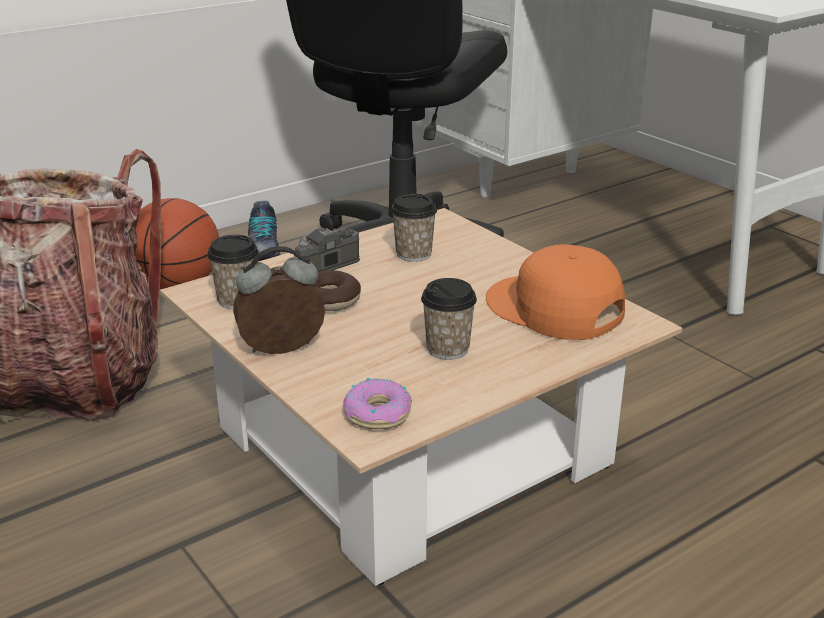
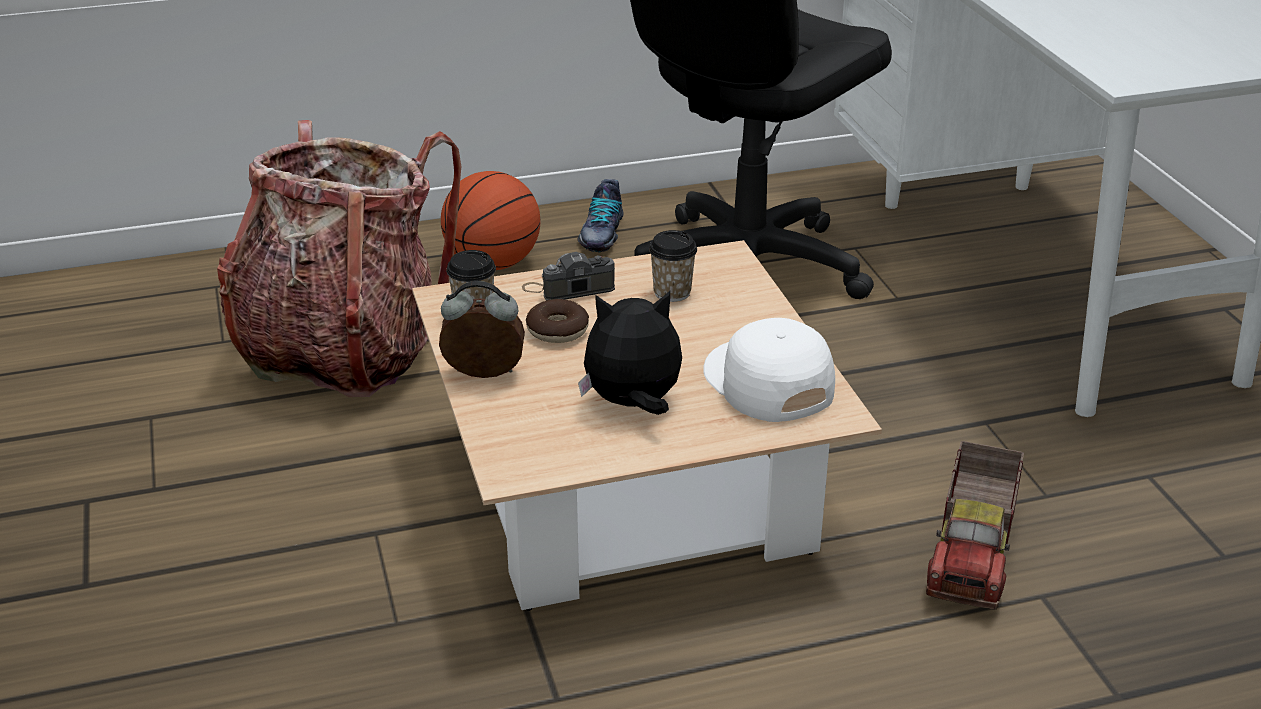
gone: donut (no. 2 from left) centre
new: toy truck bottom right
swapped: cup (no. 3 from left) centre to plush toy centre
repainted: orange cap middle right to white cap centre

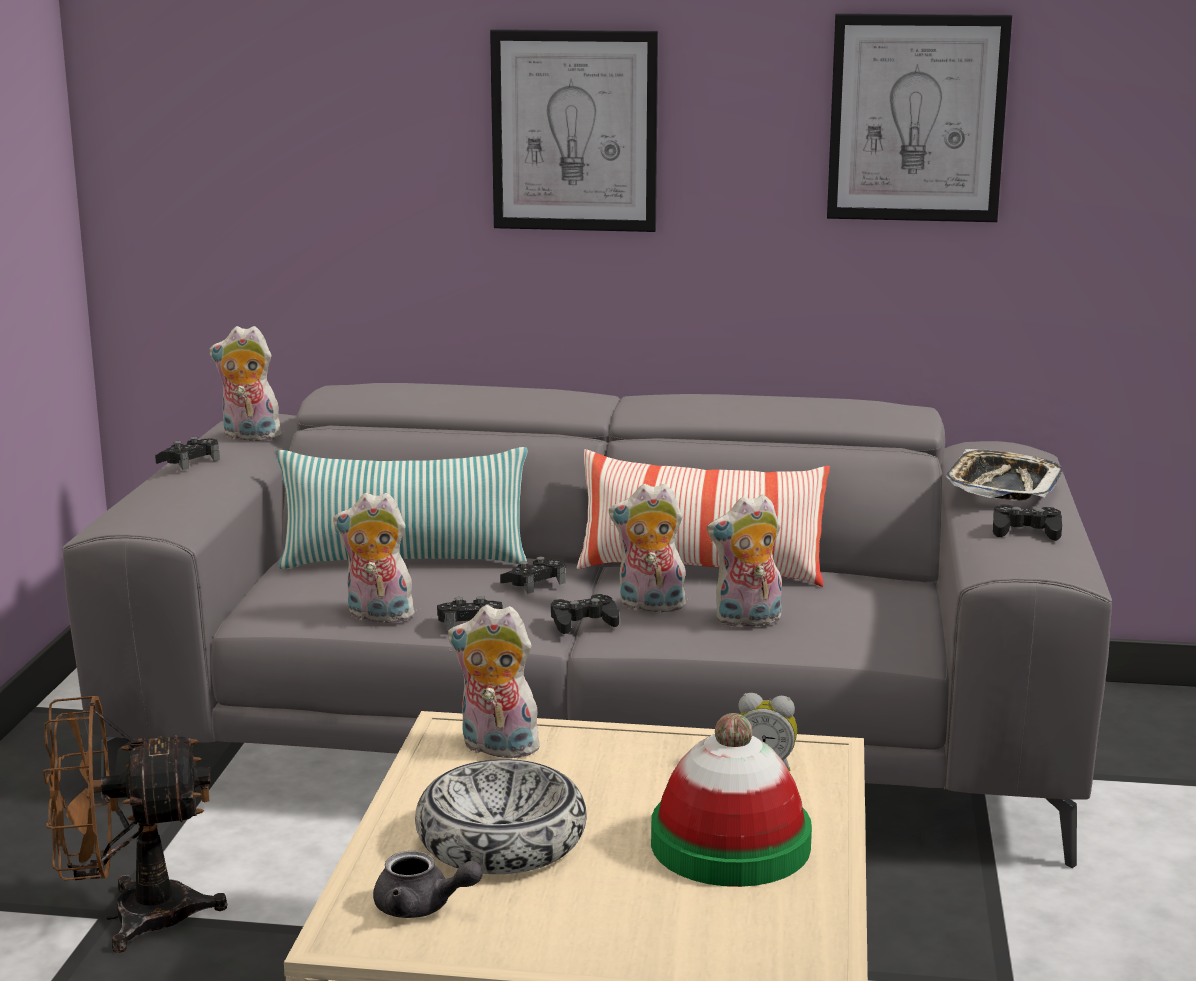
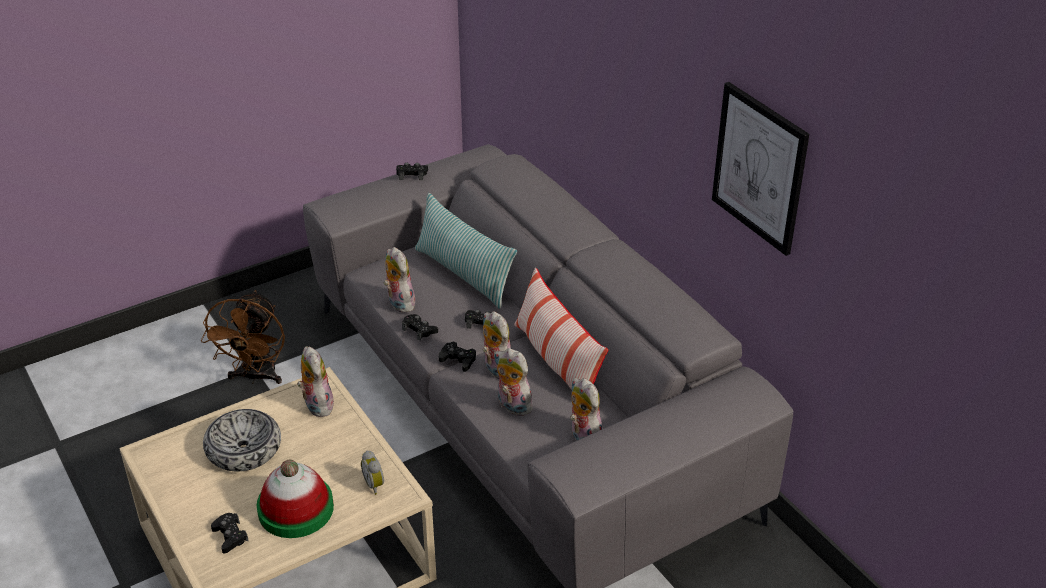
gone: picture (no. 1 from left) top centre; tray middle right; grey teapot bottom centre
shifted: plush toy (no. 1 from left in the first image) middle left to plush toy (no. 5 from left) bottom centre; black game controller (no. 5 from left in the first image) middle right to black game controller (no. 1 from left) bottom left
rotated: brown fan bottom left = middle left 120 degrees counterclockwise

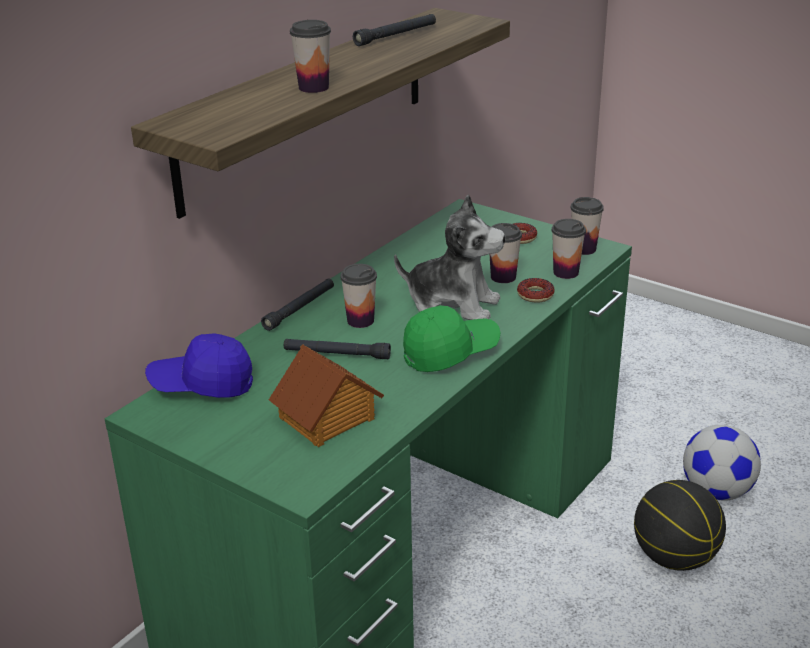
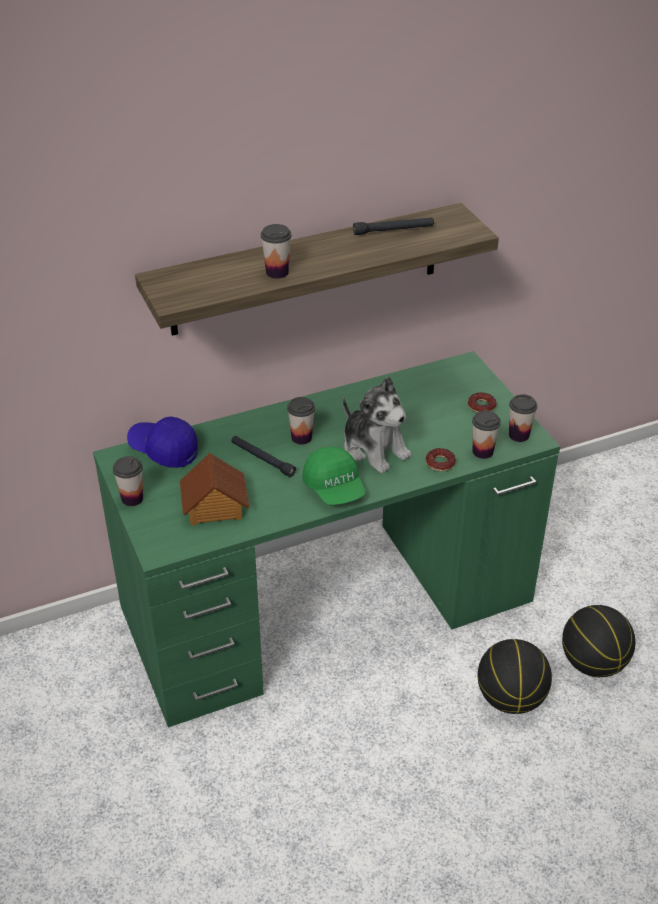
gone: black flashlight (no. 1 from left) centre
shifted: cup (no. 3 from left in the first image) centre to cup (no. 1 from left) middle left
swapped: football bottom right to basketball (no. 2 from left) bottom right
rotated: green cap centre = centre 60 degrees clockwise

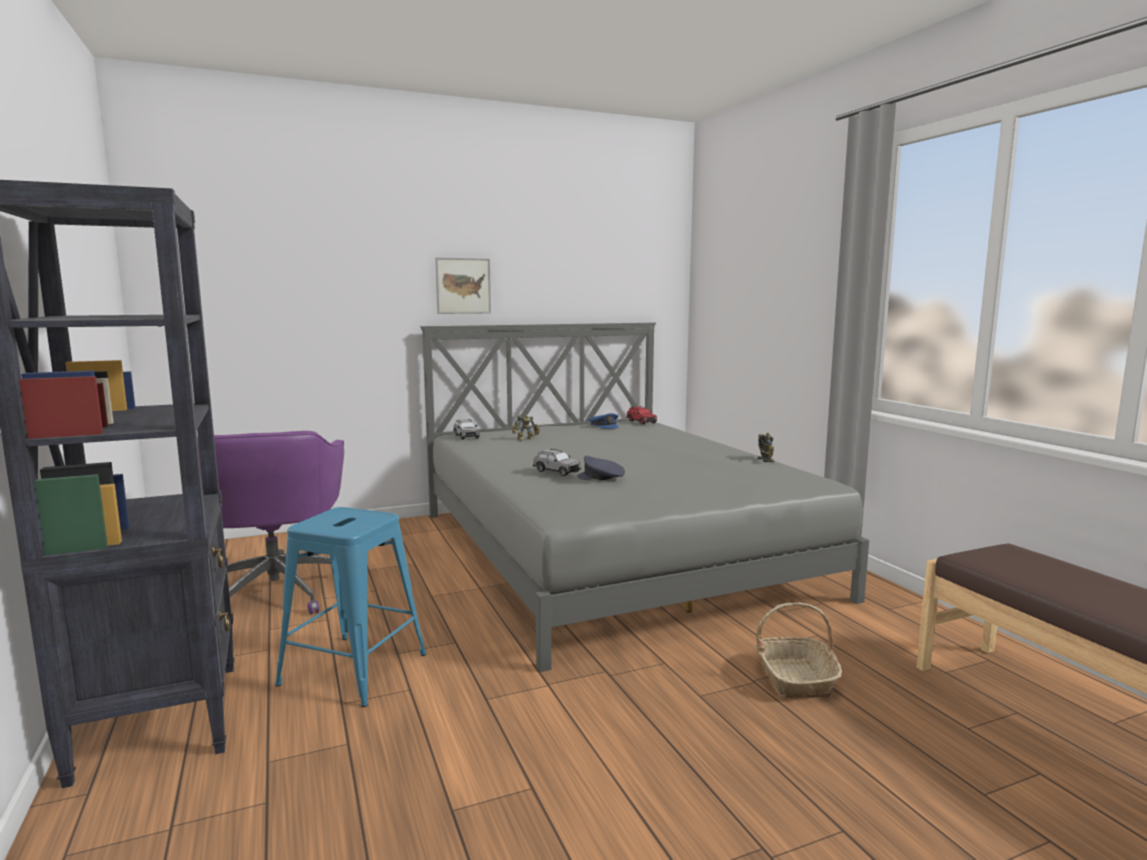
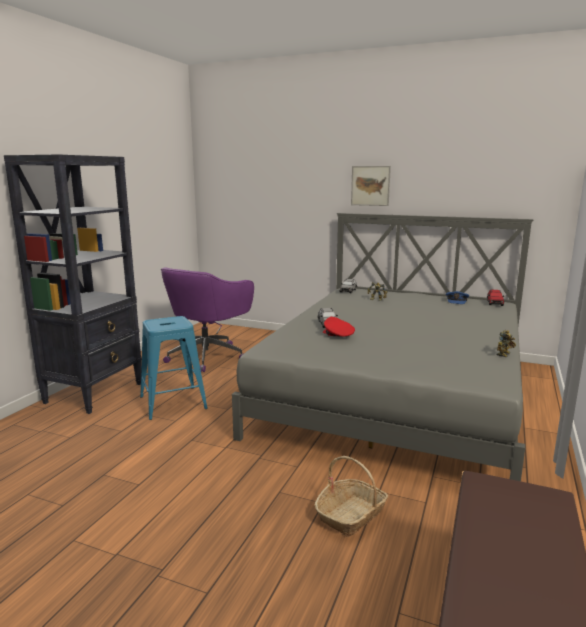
repainted: grey cap centre to red cap centre

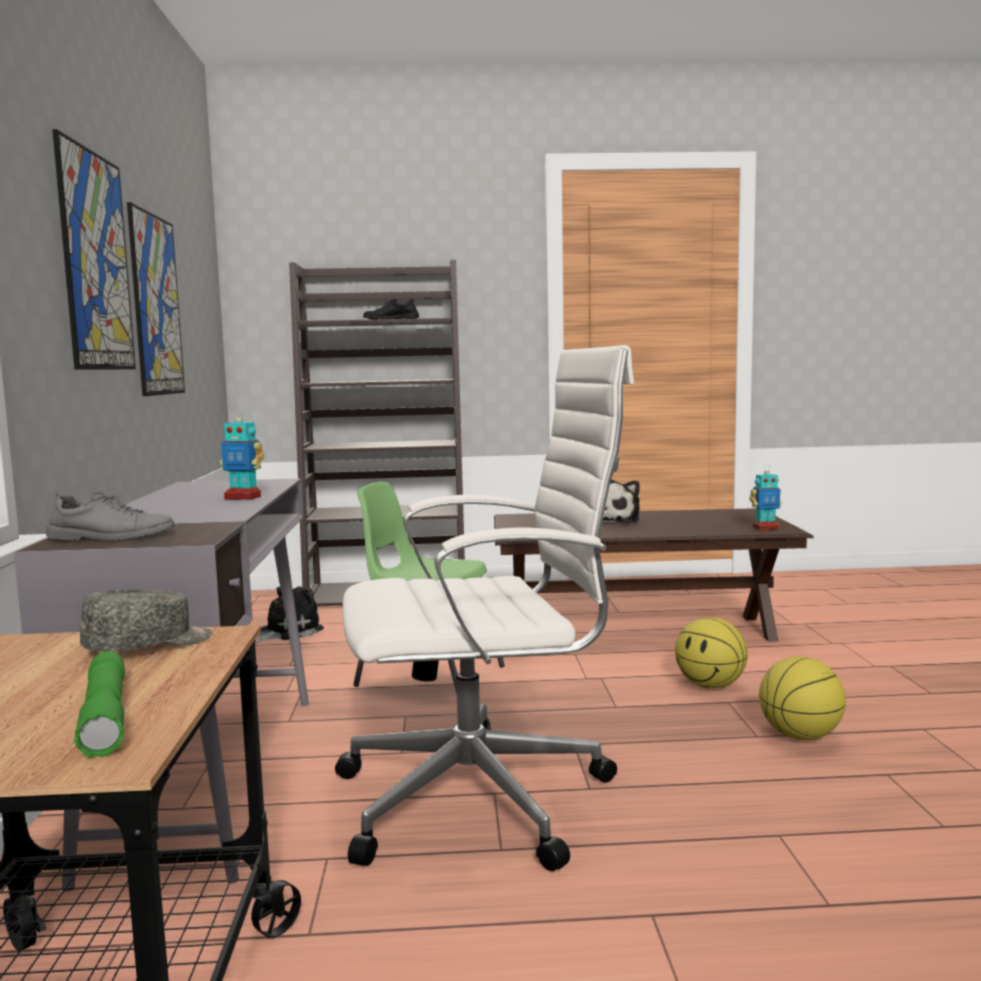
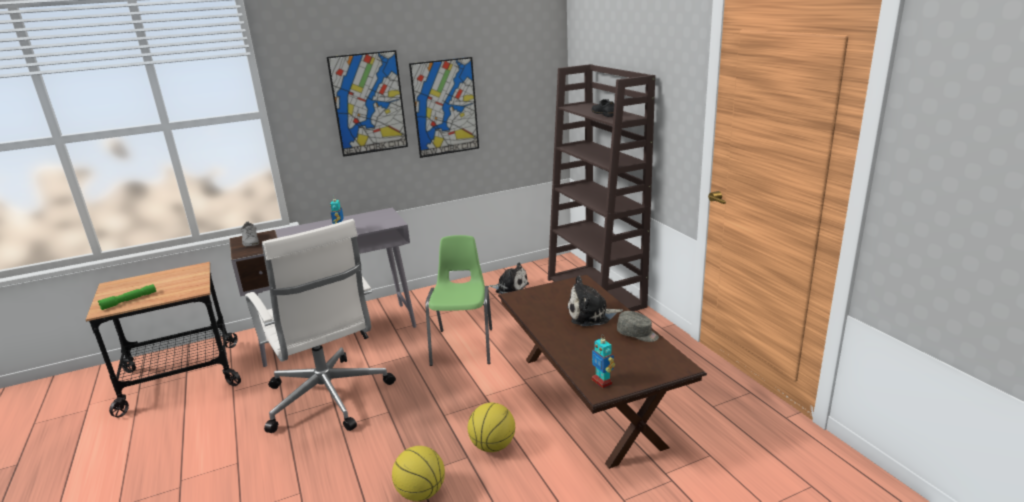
shifted: grey cap middle left to centre

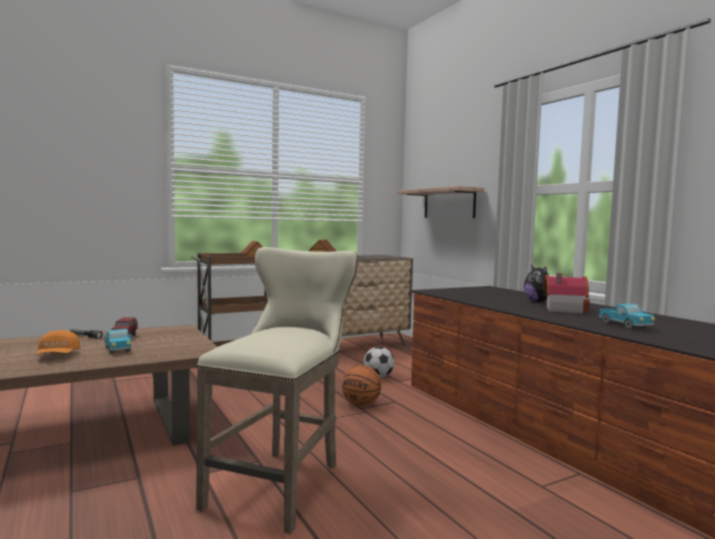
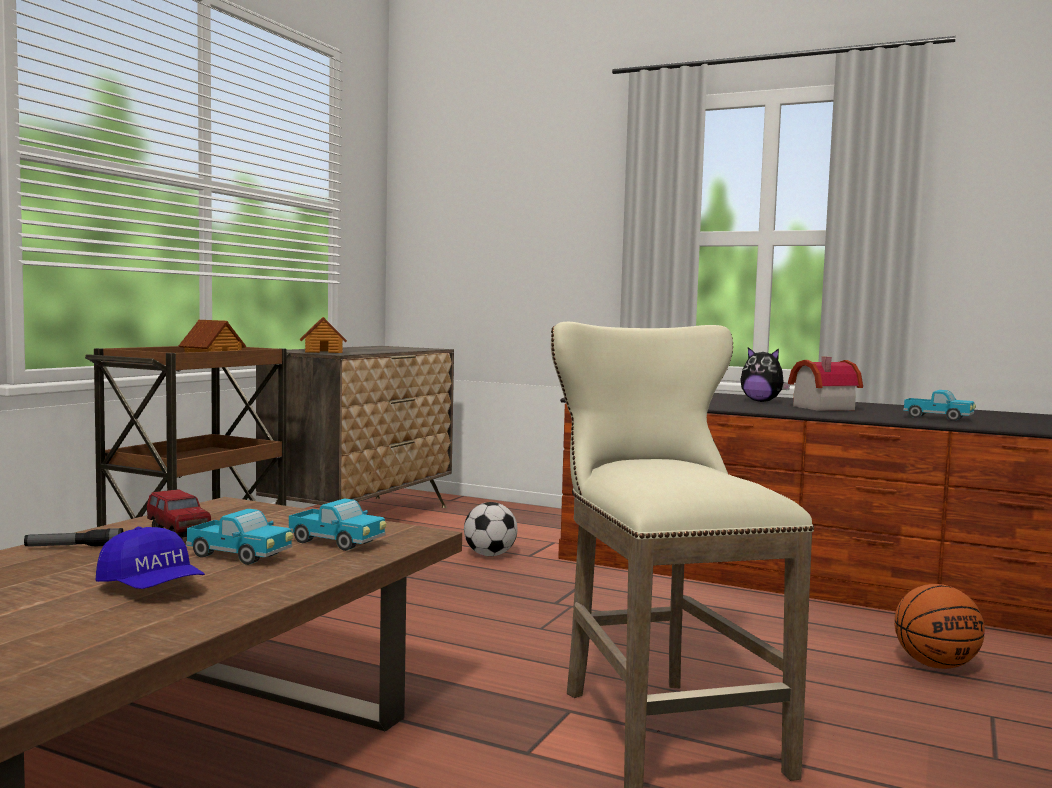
gone: shelf centre
new: toy truck (no. 3 from left) middle left
shifted: basketball bottom centre to bottom right
repainted: orange cap middle left to blue cap bottom left

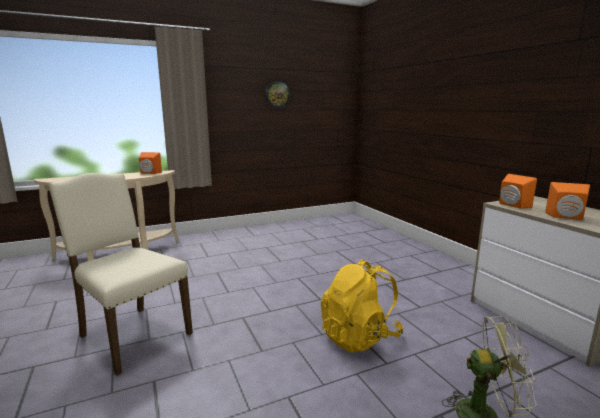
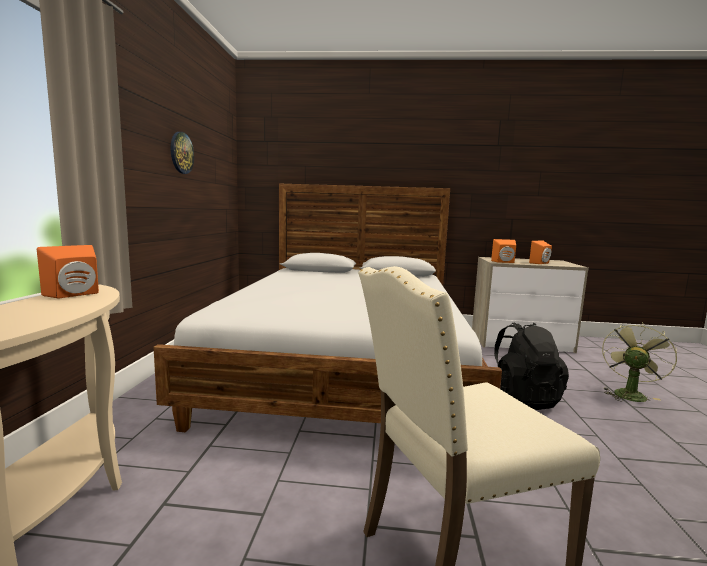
new: bed centre
repainted: yellow backpack bottom centre to black backpack middle right

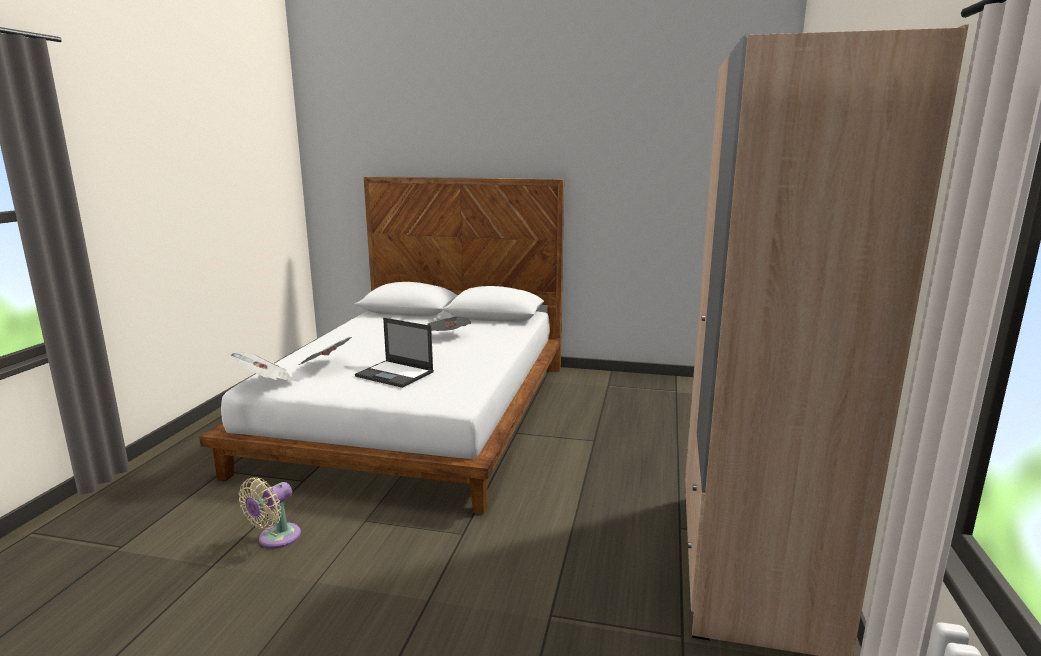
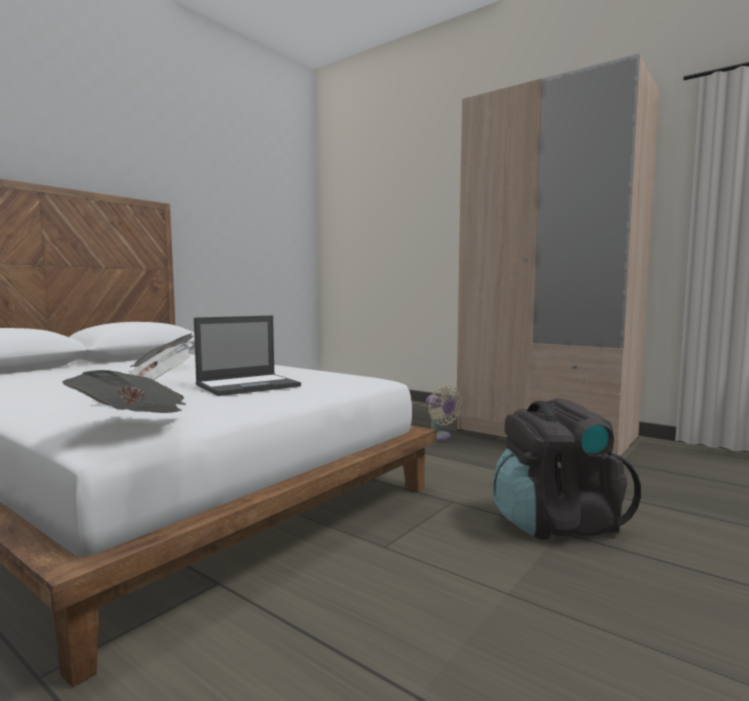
new: black backpack bottom right
shifted: beige fan bottom left to centre

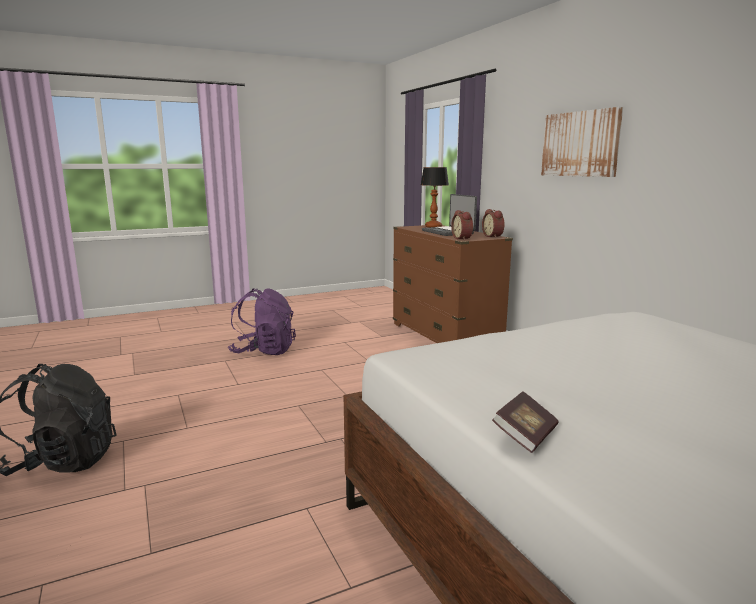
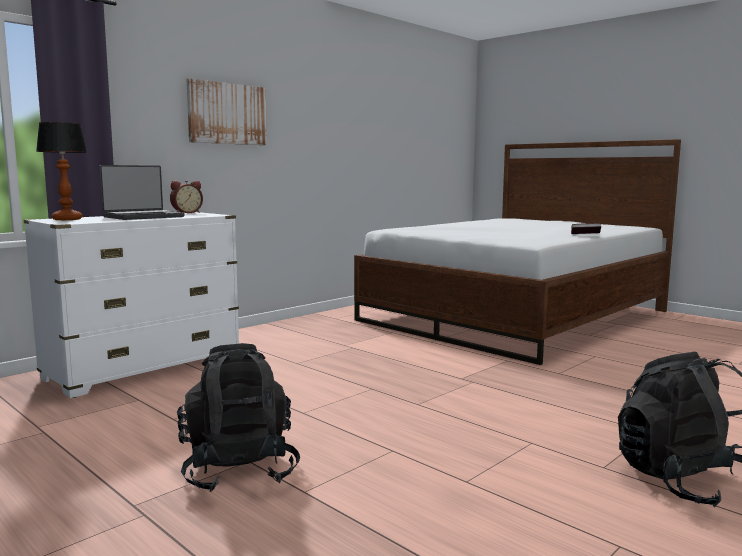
gone: alarm clock (no. 1 from left) centre
repainted: brown dresser centre to white dresser middle left; purple backpack centre to black backpack (no. 1 from left) bottom left

